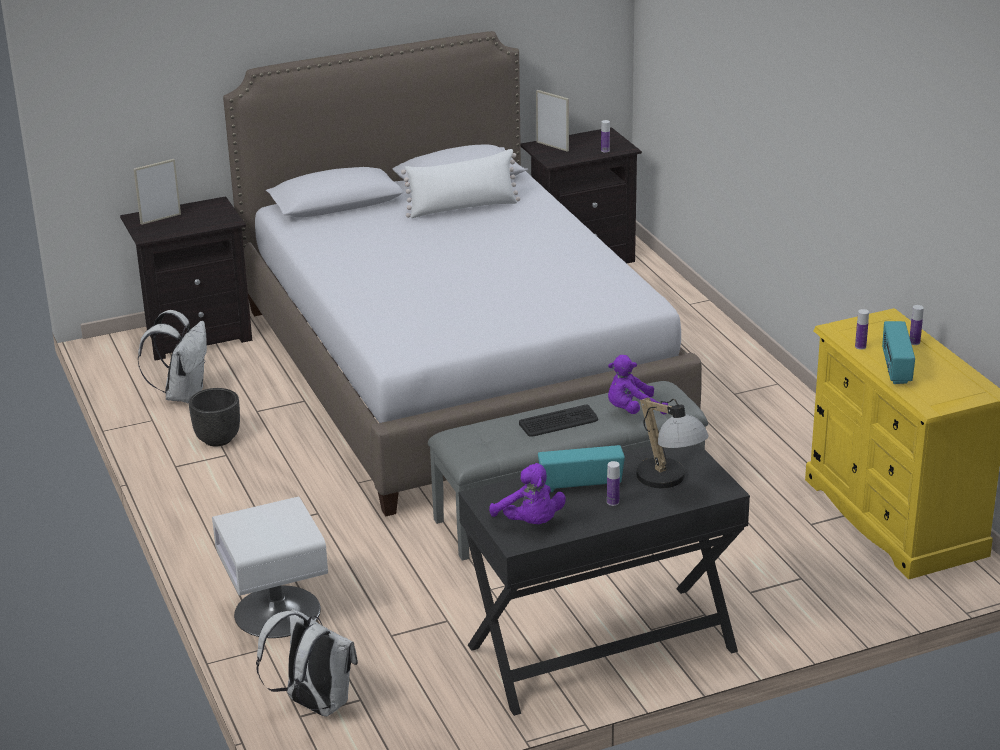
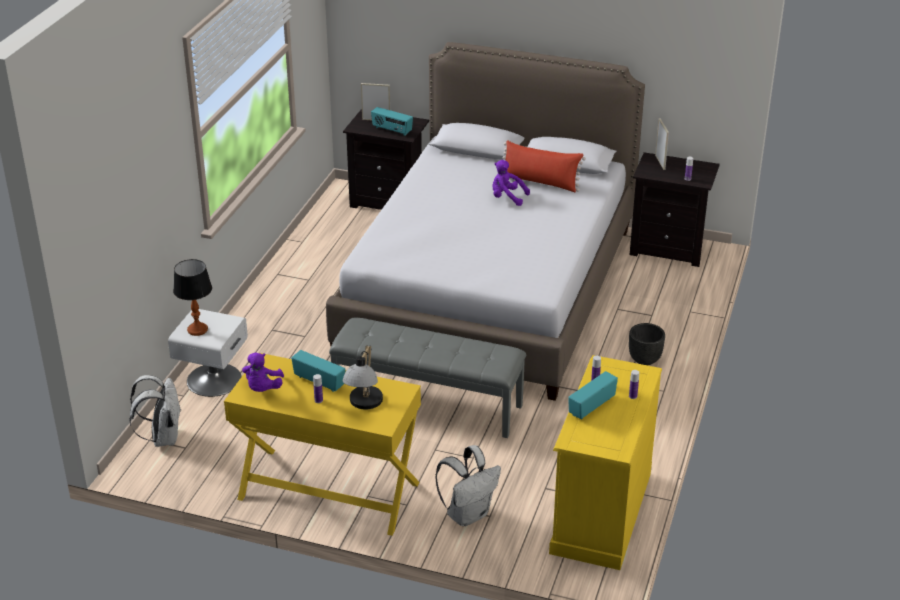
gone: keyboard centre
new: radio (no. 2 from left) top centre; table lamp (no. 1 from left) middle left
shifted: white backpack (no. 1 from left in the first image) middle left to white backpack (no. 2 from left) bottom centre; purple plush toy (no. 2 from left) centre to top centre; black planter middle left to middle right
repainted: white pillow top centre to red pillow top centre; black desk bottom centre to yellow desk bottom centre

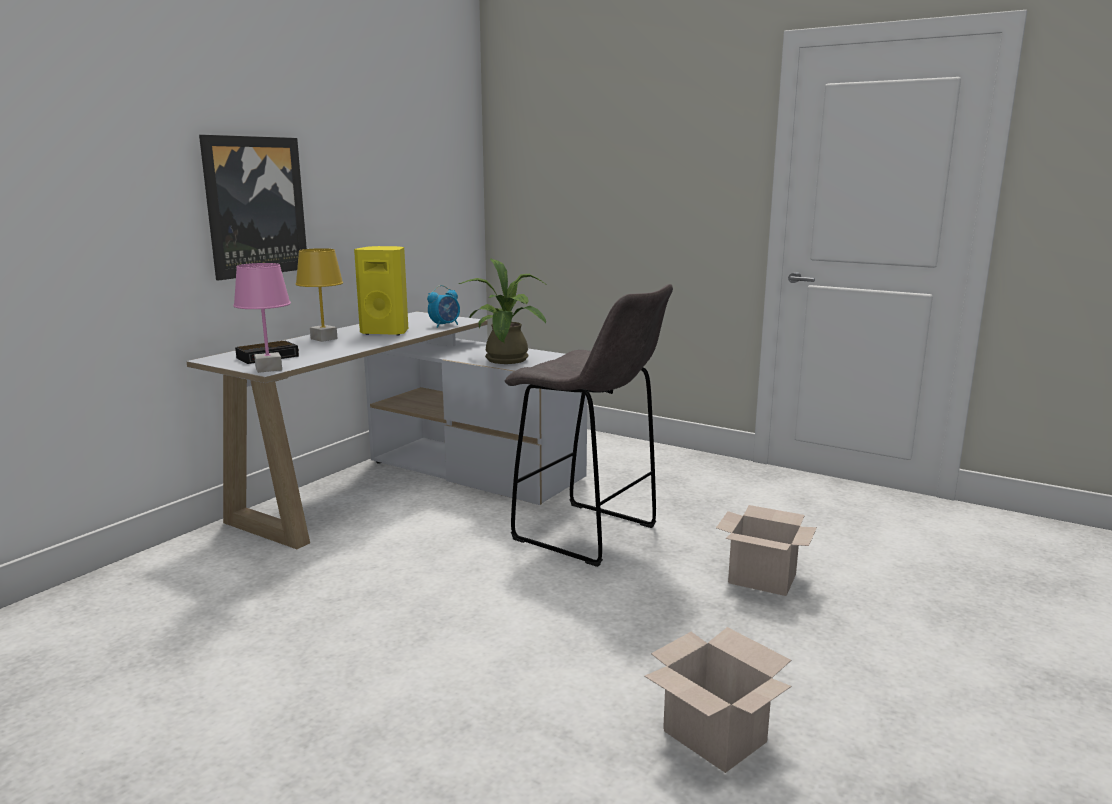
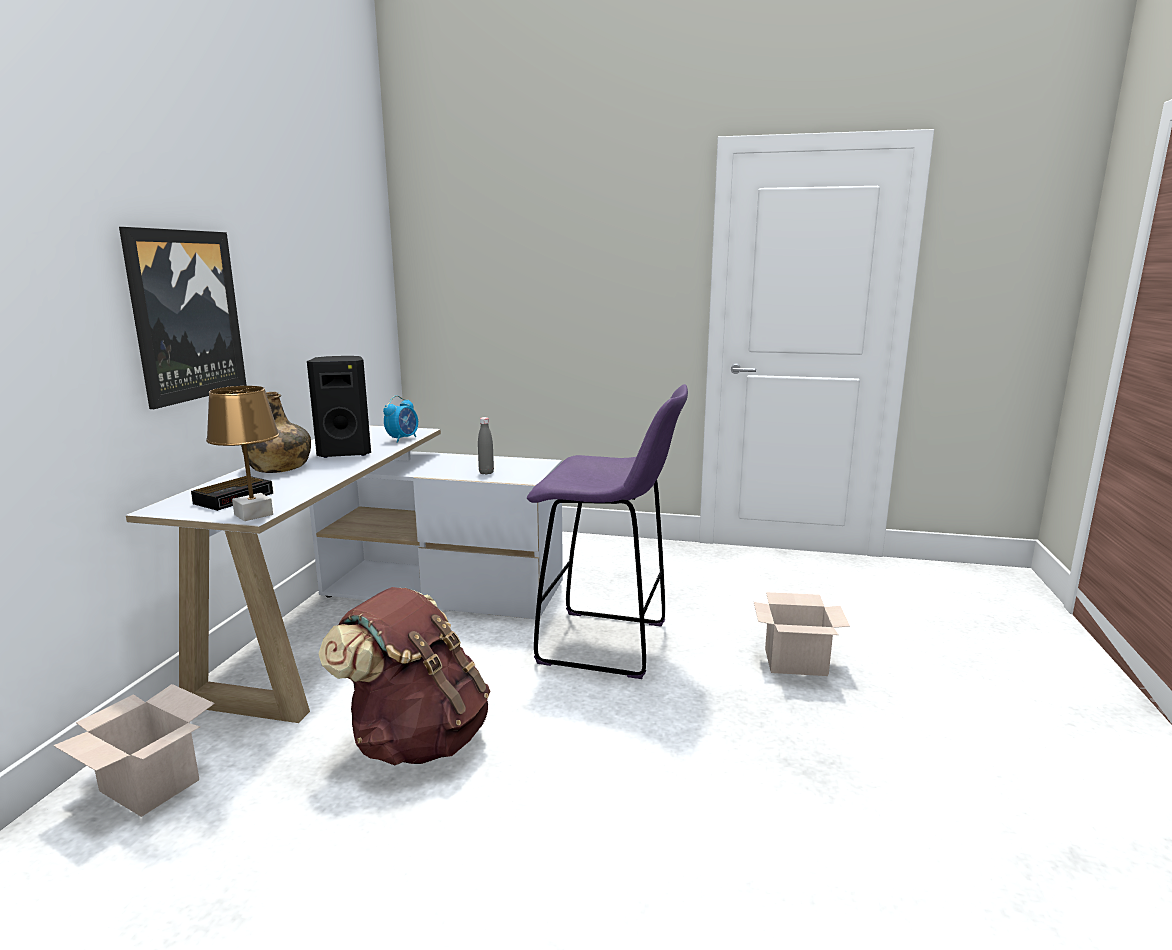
new: brown backpack bottom centre
shifted: cardboard box (no. 1 from left) bottom centre to bottom left
swapped: yellow table lamp middle left to green bottle middle left; potted plant centre to grey bottle centre
repainted: yellow speaker centre to black speaker middle left; pink table lamp middle left to brown table lamp middle left; grey stool centre to purple stool centre

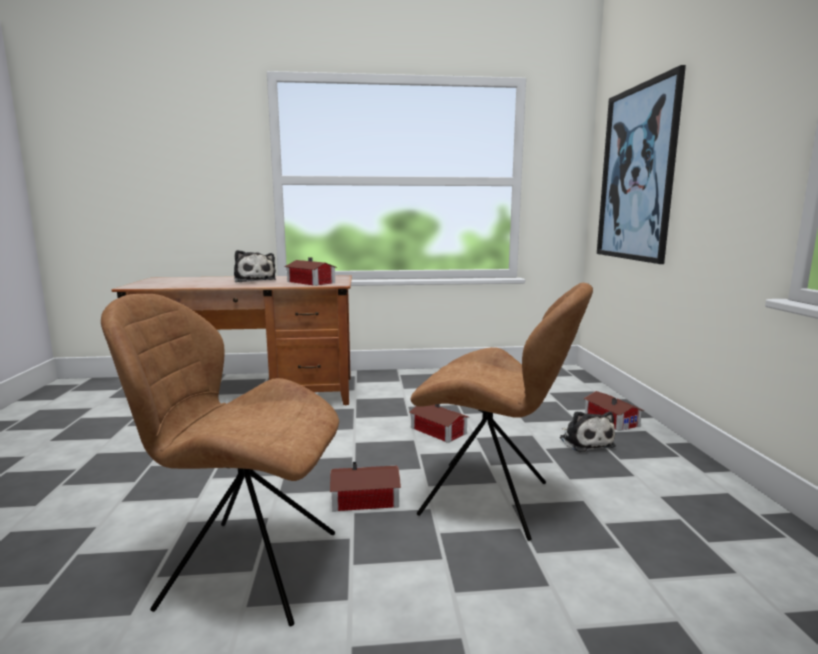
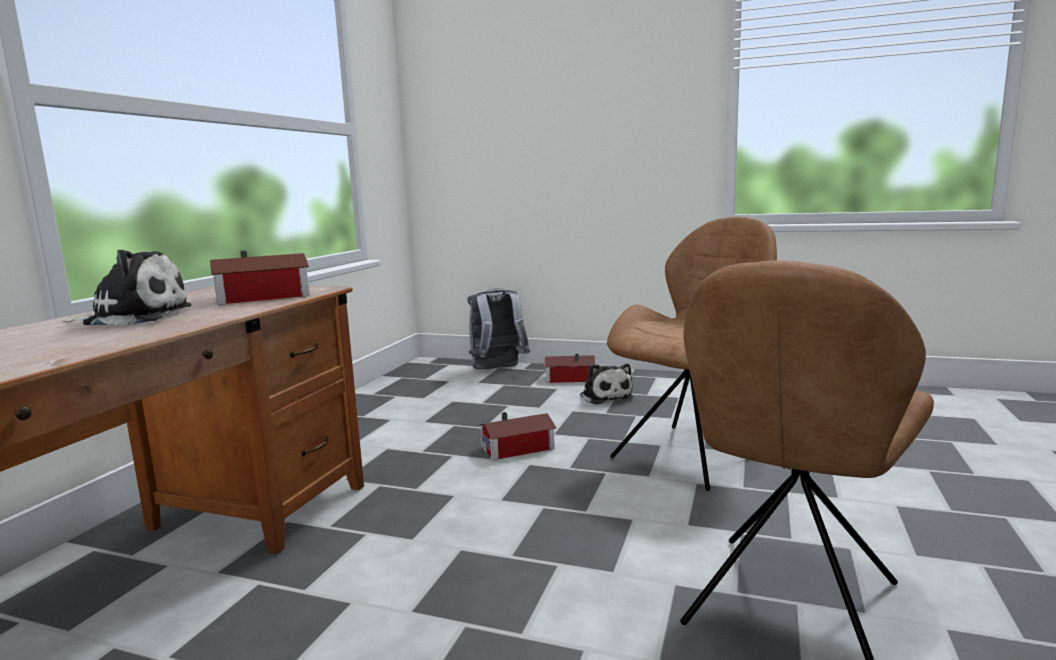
gone: picture top right; toy house (no. 2 from left) bottom centre
new: grey backpack centre
rotated: plush toy (no. 2 from left) middle right = centre 60 degrees clockwise

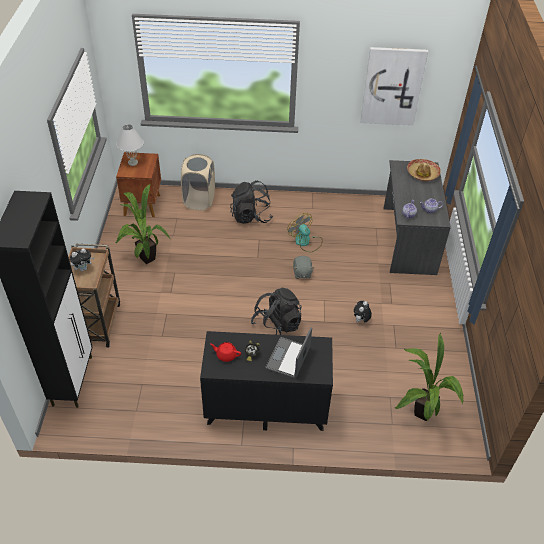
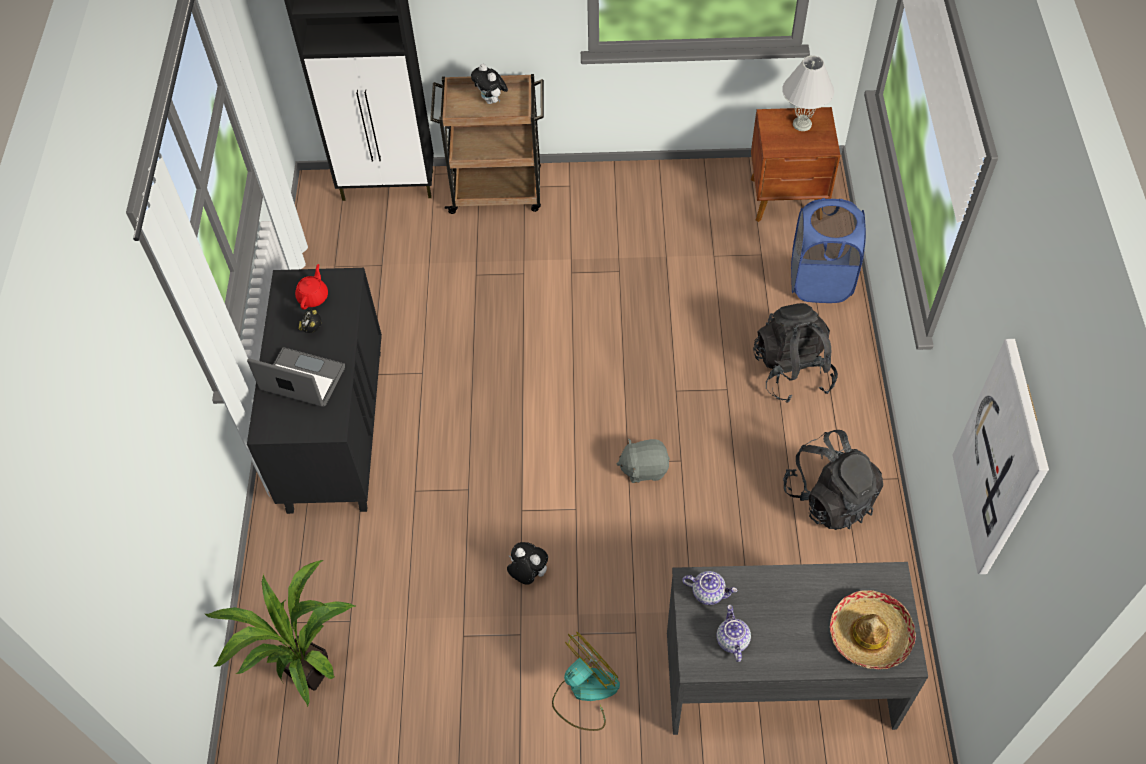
gone: potted plant (no. 1 from left) middle left
shifted: fan centre to bottom centre; black backpack (no. 2 from left) centre to middle right
repainted: beige laundry basket centre to blue laundry basket top right

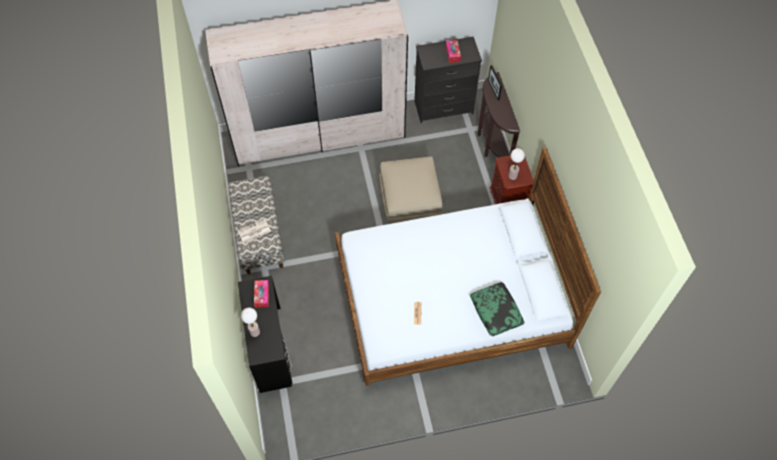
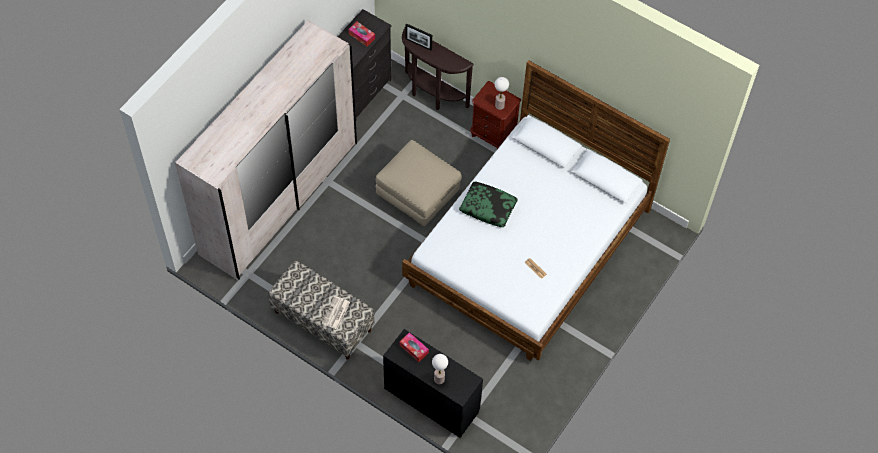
shifted: pillow bottom centre to centre

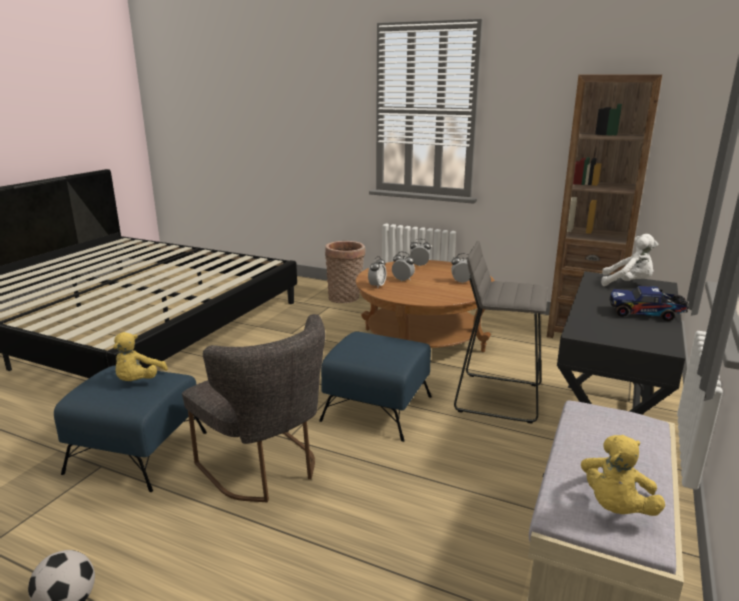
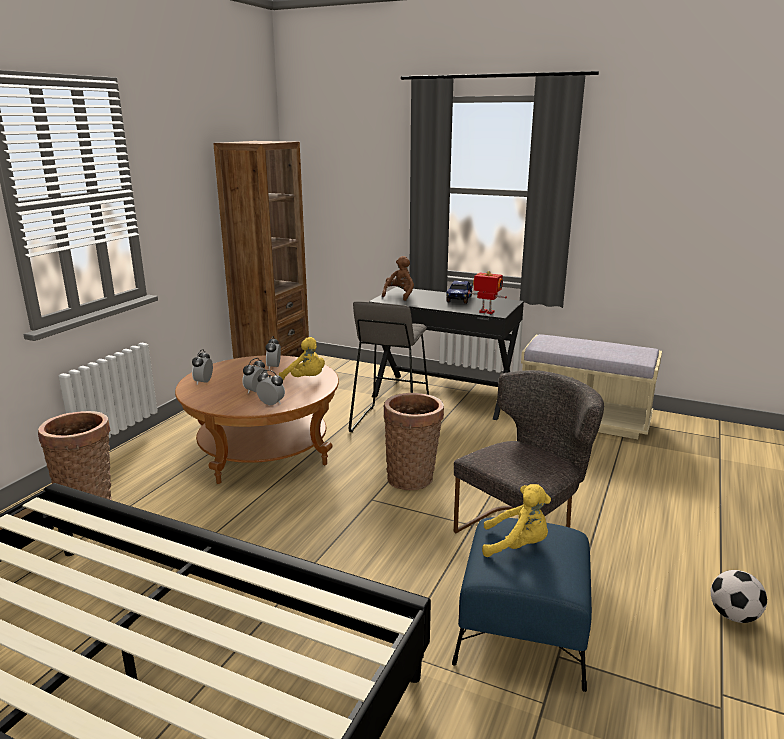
new: toy robot centre
shifted: yellow plush toy (no. 2 from left in the first image) bottom right to yellow plush toy (no. 1 from left) centre
swapped: blue ottoman (no. 2 from left) centre to basket (no. 2 from left) centre
repainted: white plush toy middle right to brown plush toy centre

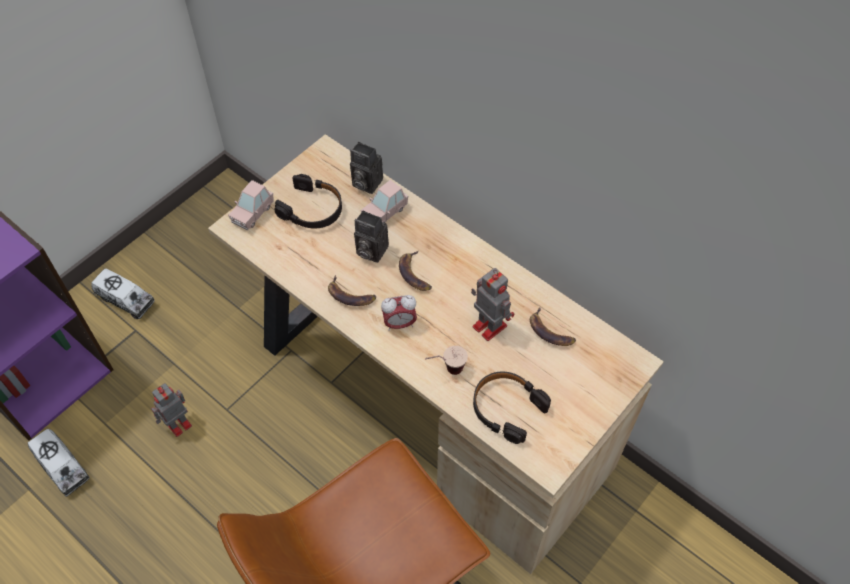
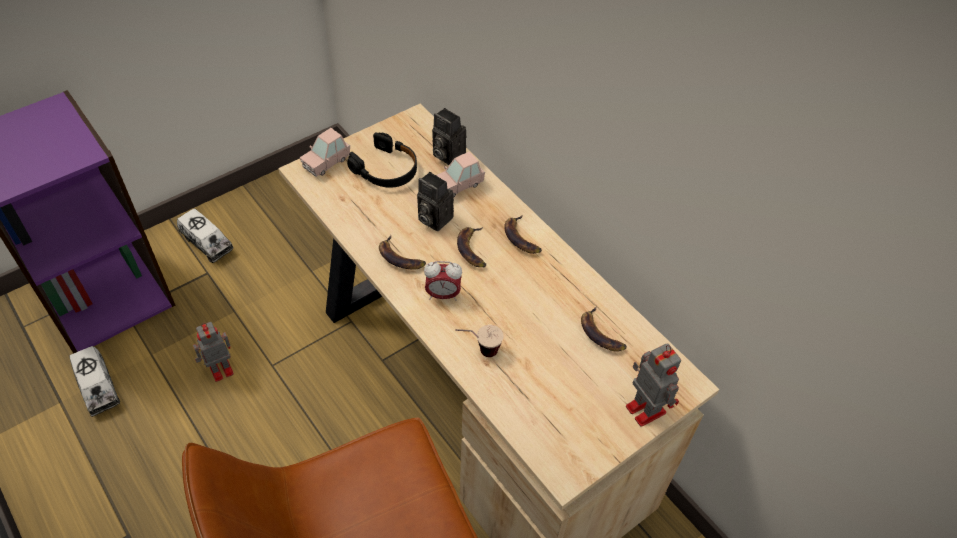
gone: black headphones (no. 2 from left) bottom centre
new: banana (no. 3 from left) centre
shifted: toy robot (no. 2 from left) centre to bottom right

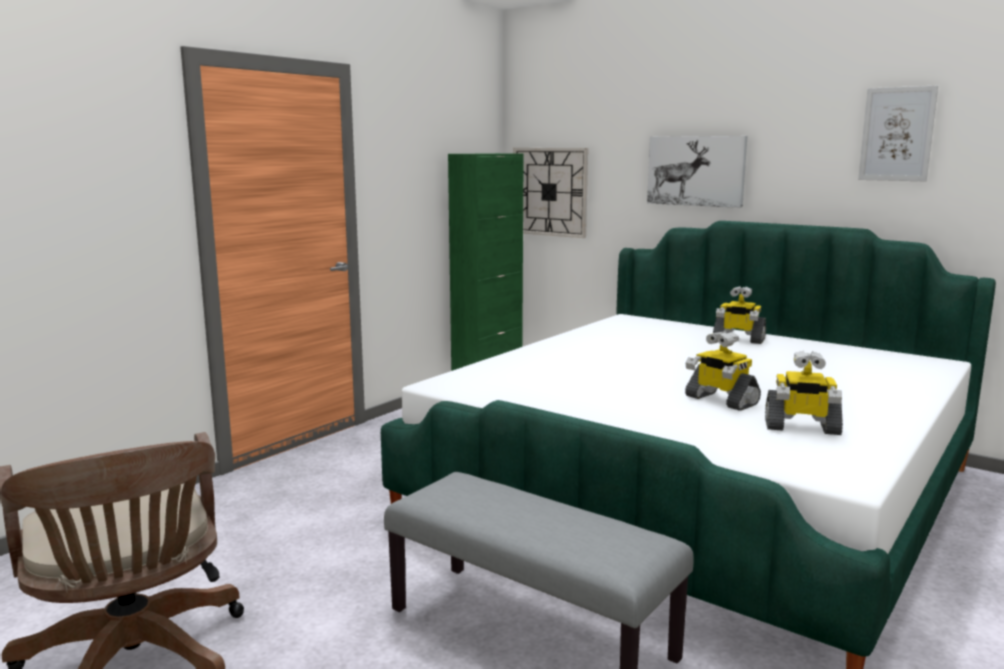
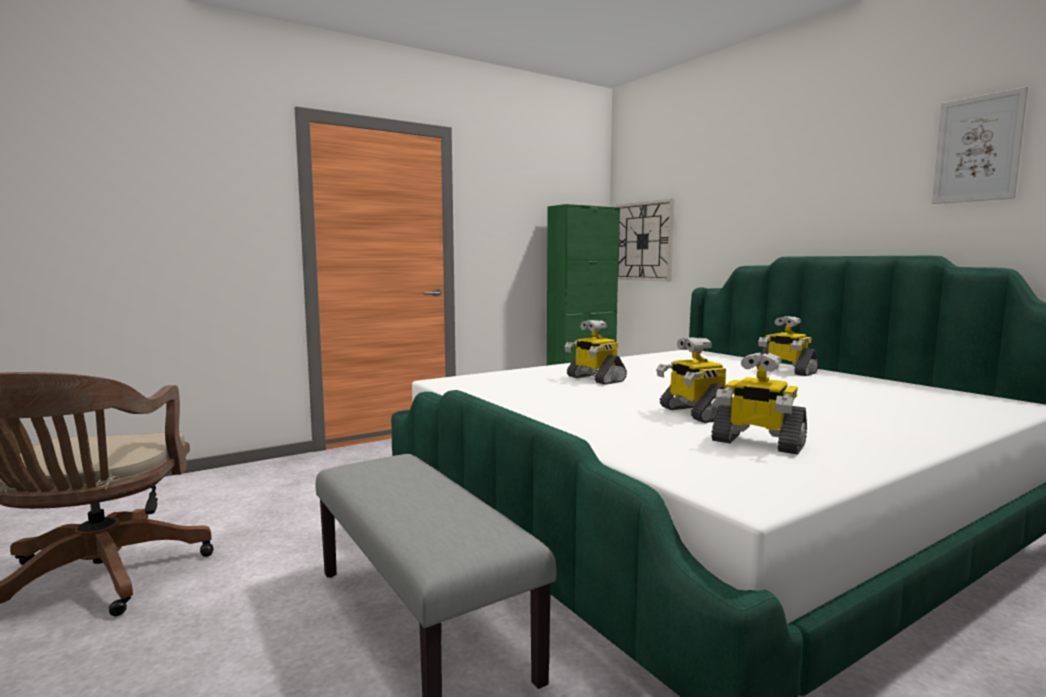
gone: picture (no. 1 from left) top right
new: toy robot (no. 1 from left) centre

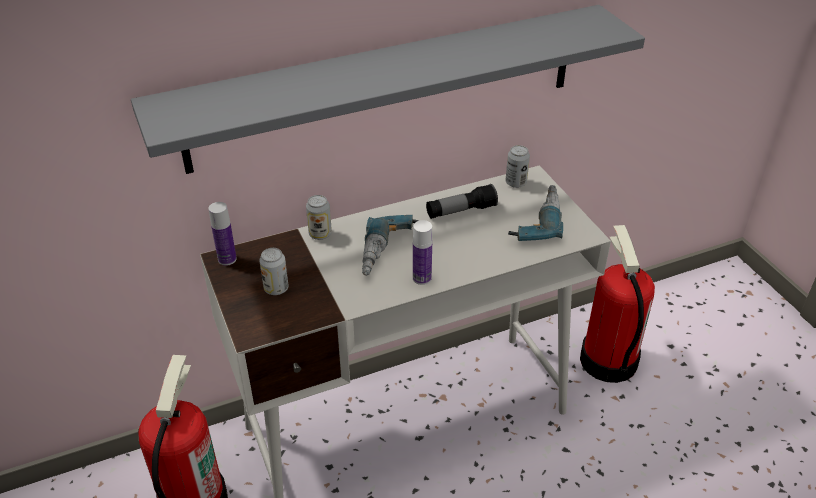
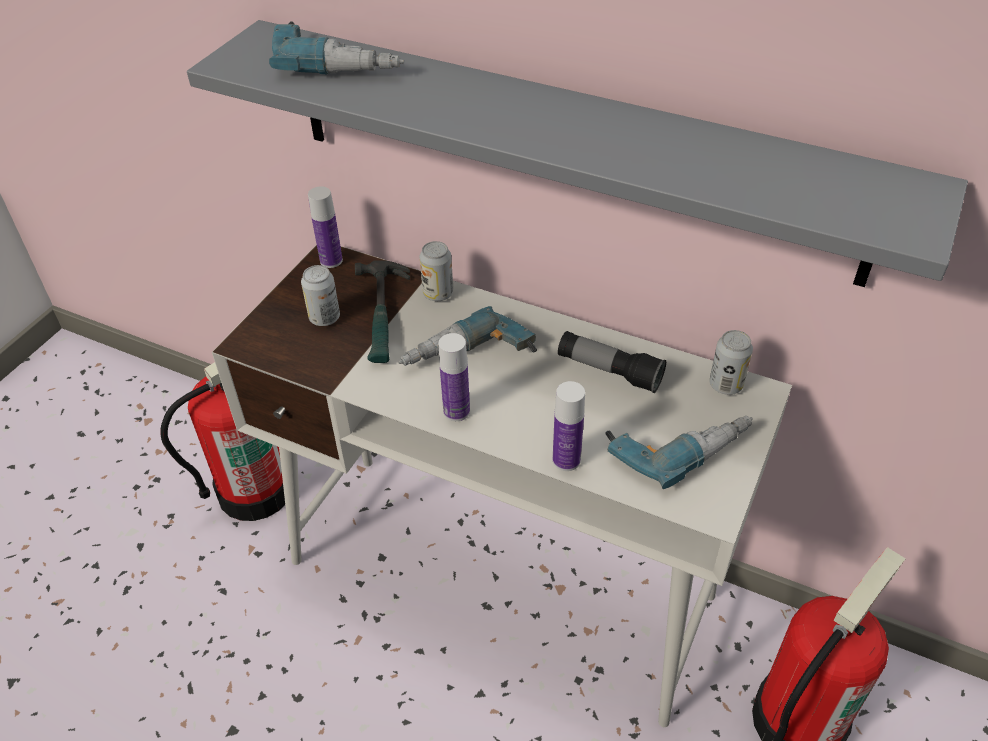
new: power drill (no. 1 from left) top centre; hammer centre; bottle (no. 3 from left) centre

